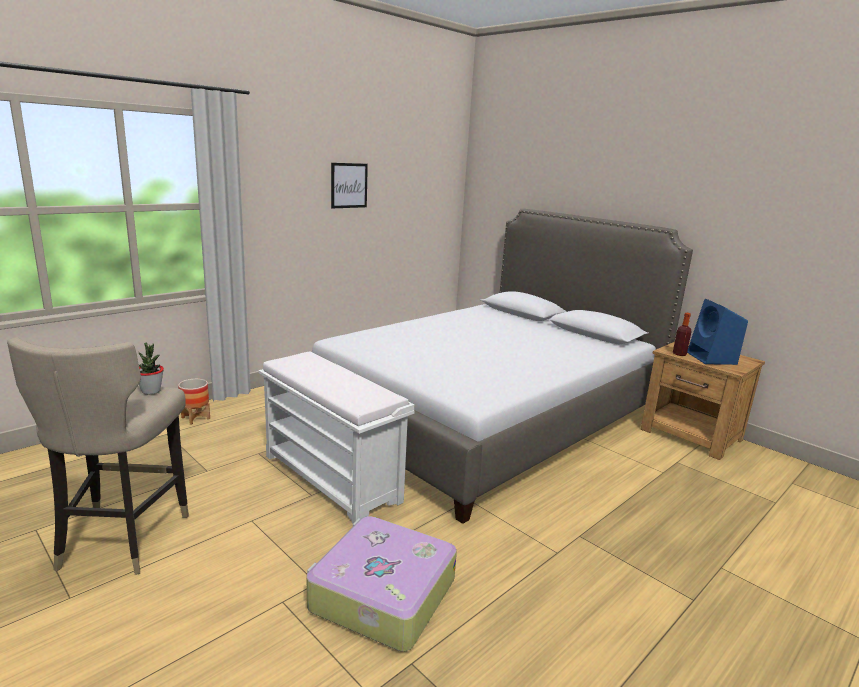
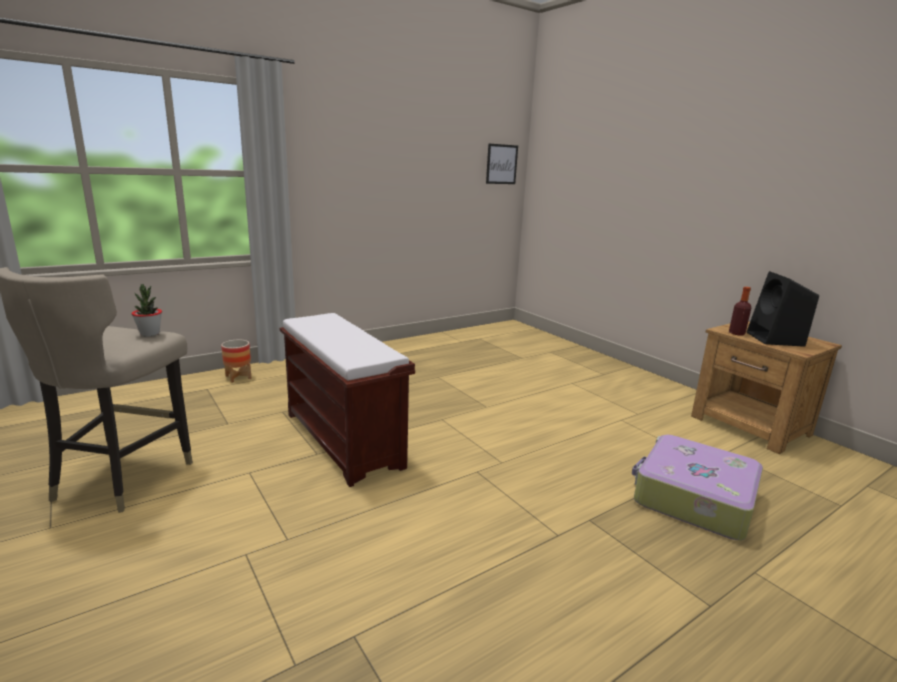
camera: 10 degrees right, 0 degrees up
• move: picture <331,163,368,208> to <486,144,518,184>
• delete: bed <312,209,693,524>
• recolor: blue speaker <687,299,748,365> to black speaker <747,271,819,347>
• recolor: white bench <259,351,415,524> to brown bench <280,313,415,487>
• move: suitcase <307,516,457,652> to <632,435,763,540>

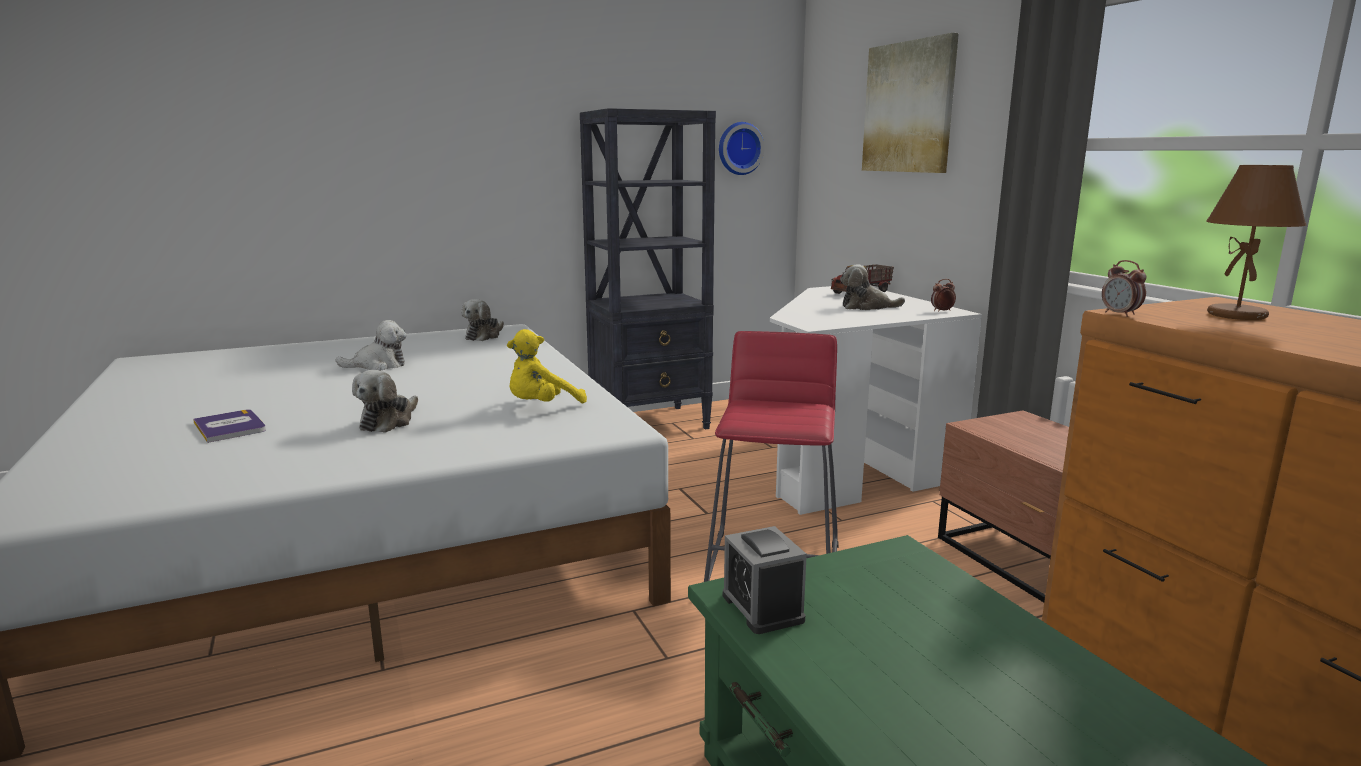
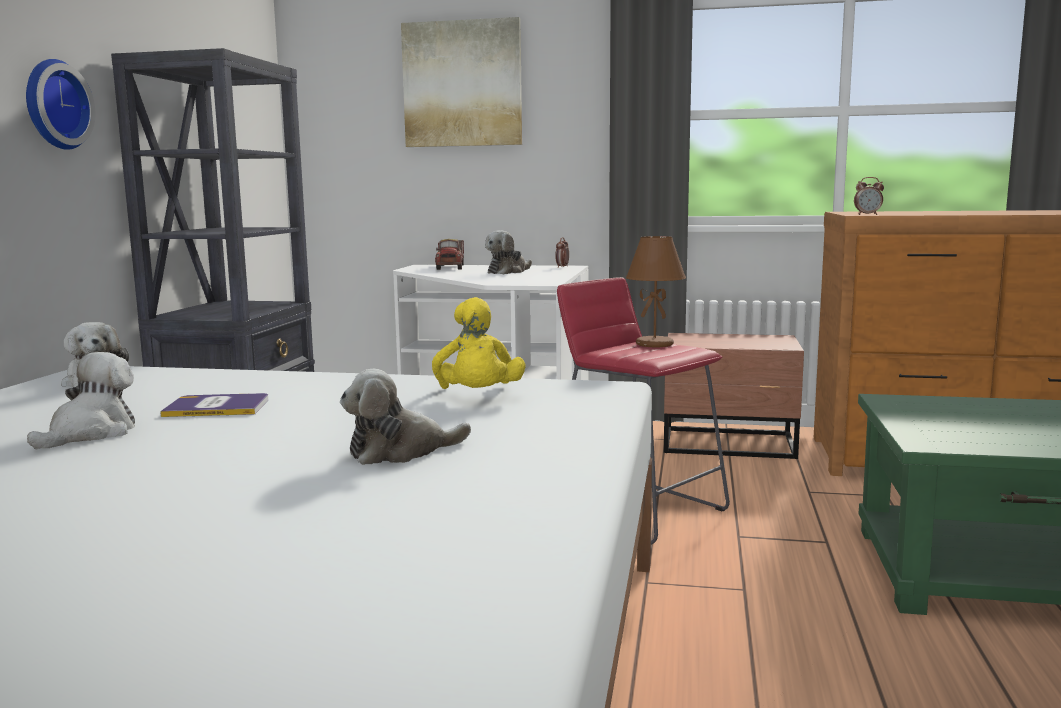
camera: 55 degrees left, 5 degrees down
• move: wall clock <719,122,764,175> to <26,59,95,150>
• move: brown table lamp <1206,165,1307,320> to <626,236,686,347>
• rotate: plush toy <352,370,418,433> = <340,369,471,465> 105 degrees clockwise
• move: book <193,410,266,443> to <160,393,268,417>
• delete: alarm clock <723,526,807,634>

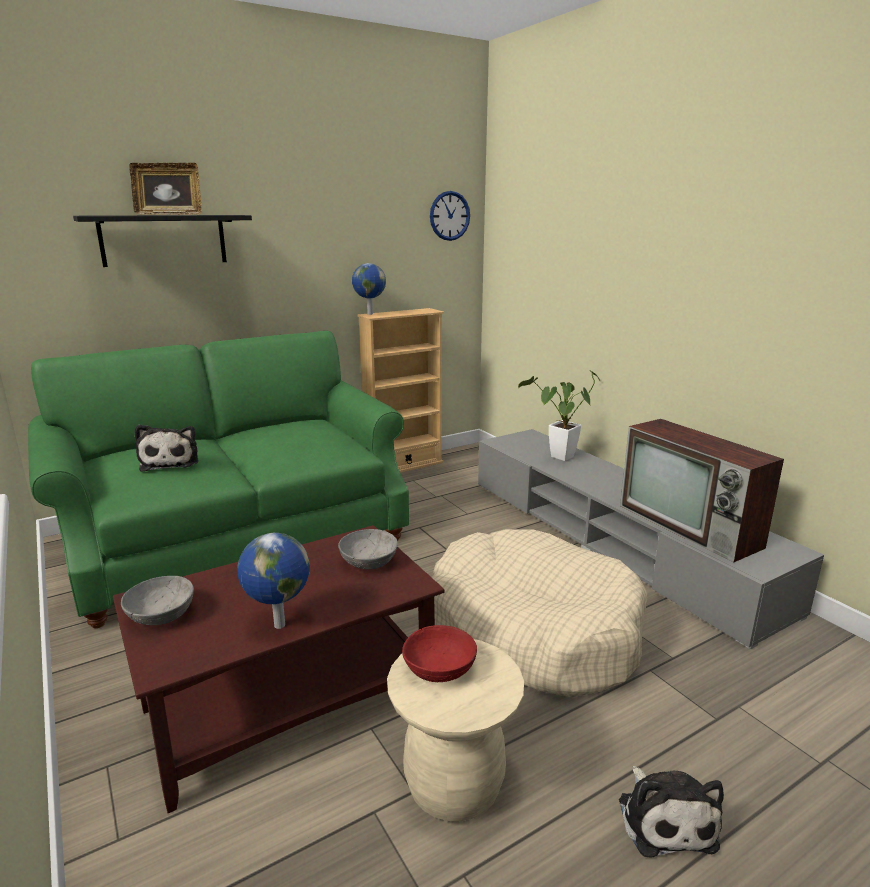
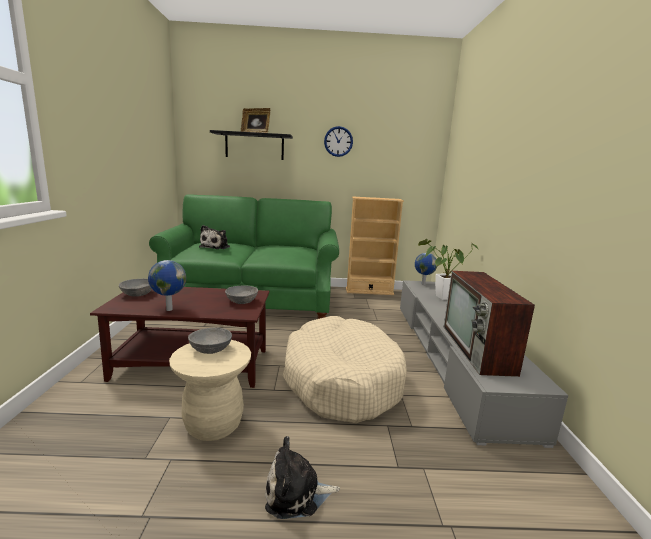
camera: 30 degrees right, 5 degrees down
• move: wall clock <430,191,470,241> to <324,126,353,157>
• move: globe <352,263,386,315> to <415,253,437,285>
• recolor: red bowl <402,625,477,682> to grey bowl <188,328,232,354>
• rotate: plush toy <619,766,724,857> = <265,436,340,519> 60 degrees clockwise

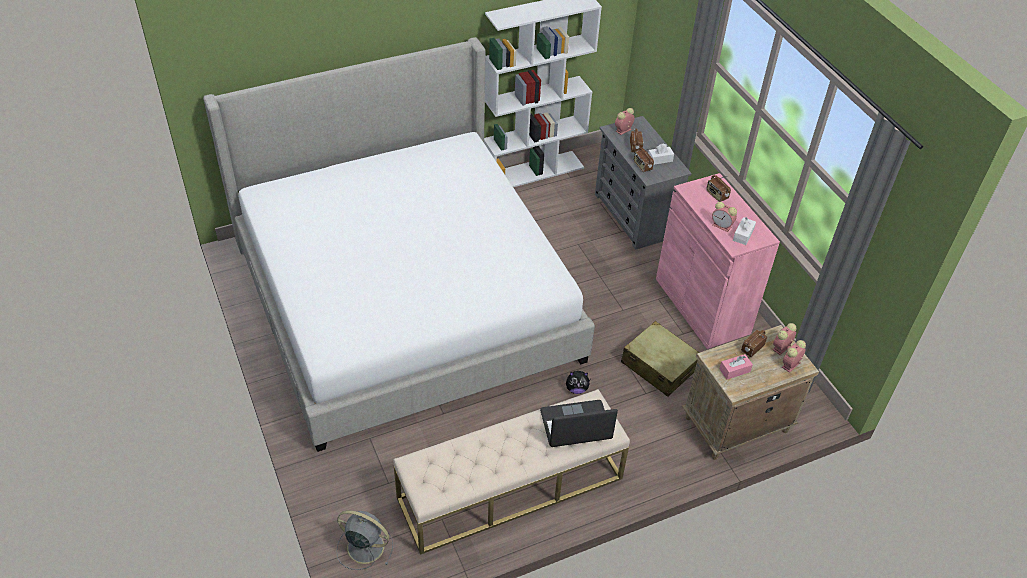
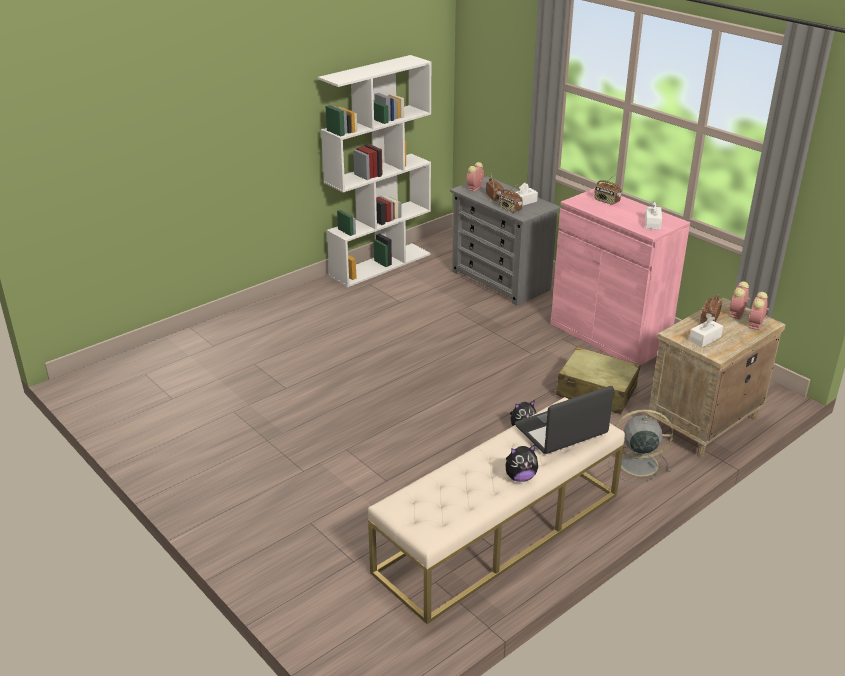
camera: 15 degrees left, 15 degrees down
• delete: bed <203,37,595,452>
• delete: alarm clock <712,202,737,232>
• recolor: pink tissue box <719,354,753,379> to white tissue box <689,316,723,347>
• move: grey fan <336,510,393,570> to <608,409,673,482>
• insert: plush toy <505,444,538,482>

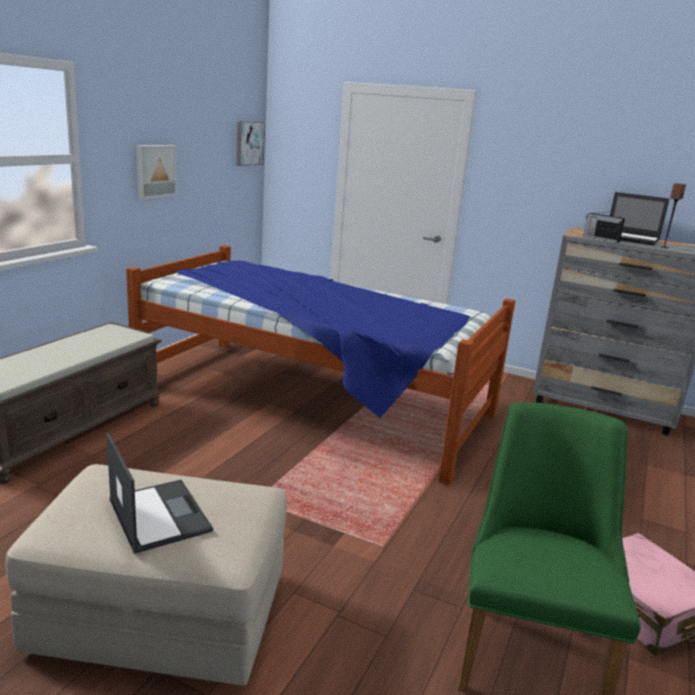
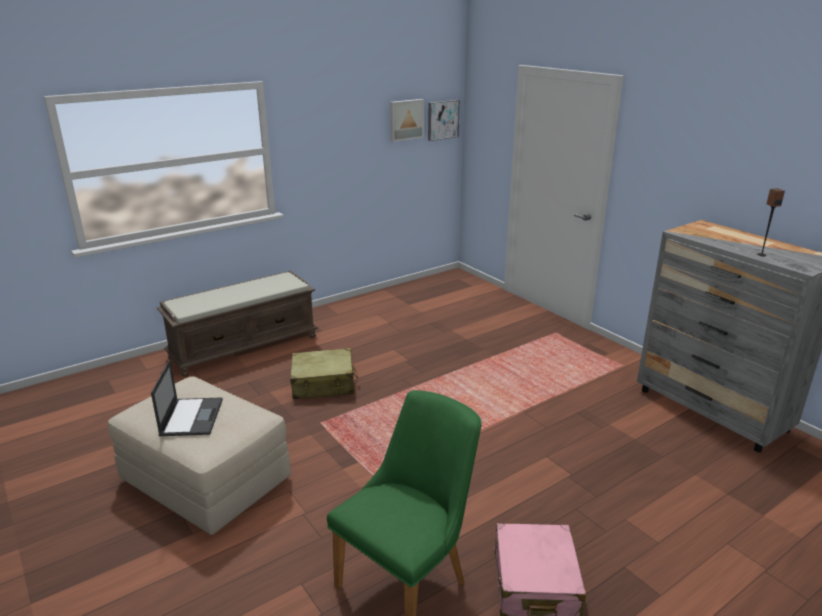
camera: 30 degrees right, 5 degrees up
• move: picture <136,145,177,199> to <390,99,424,142>
• delete: laptop <610,192,669,245>
• delete: radio <583,211,625,243>
• delete: bed <126,245,515,485>
• insert: beige suitcase <290,348,358,400>

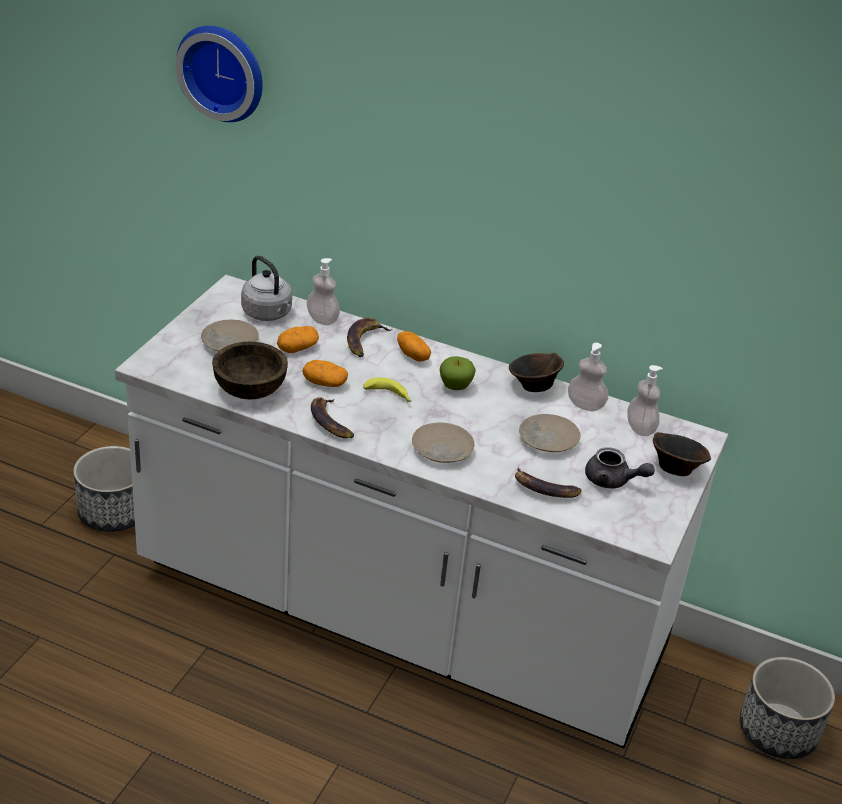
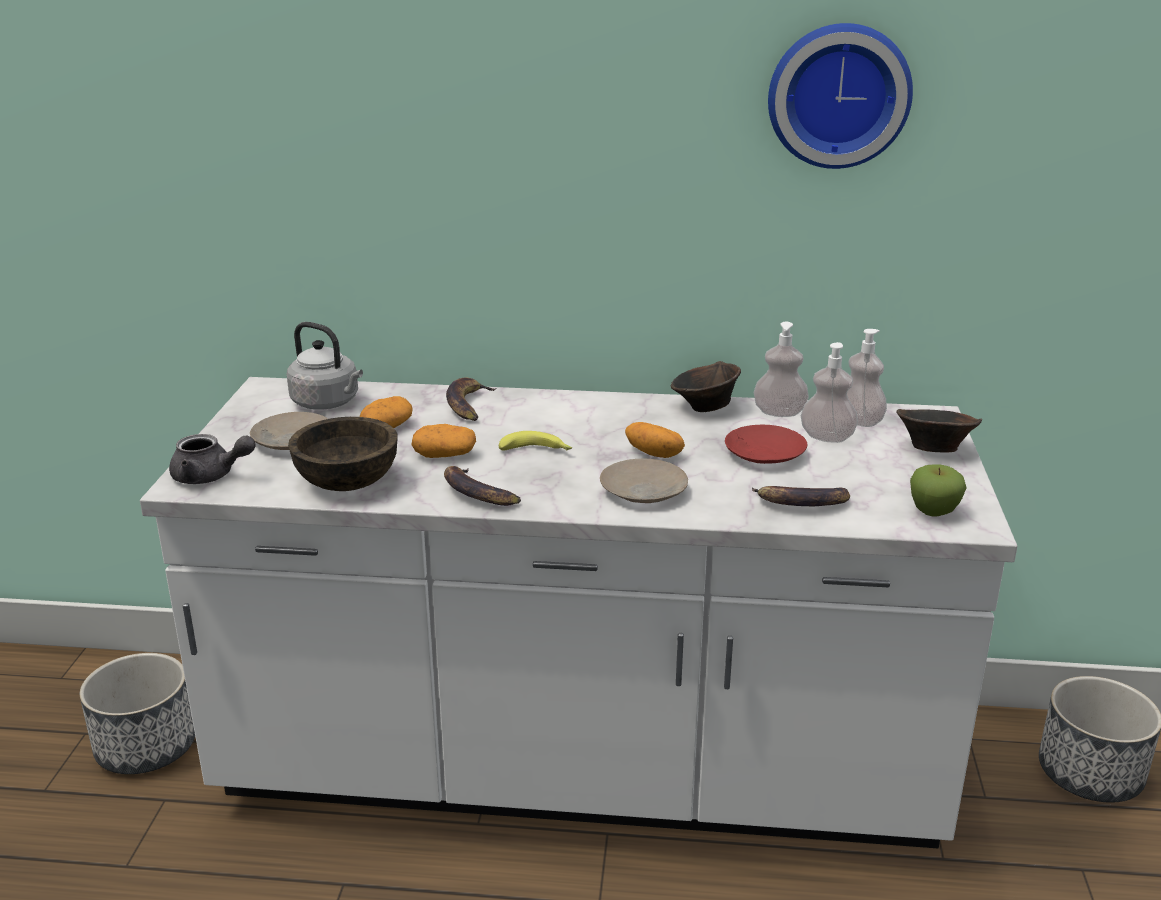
camera: 15 degrees left, 10 degrees down
• move: wall clock <176,26,263,122> to <768,23,913,169>
• move: soap dispenser <307,258,340,325> to <801,342,858,443>
• move: potato <397,331,431,362> to <625,422,685,458>
• move: apple <440,356,476,390> to <910,464,967,516>
• recolor: beige plate <519,414,581,452> to red plate <725,425,807,464>
• move: grey teapot <585,447,655,488> to <169,434,255,484>

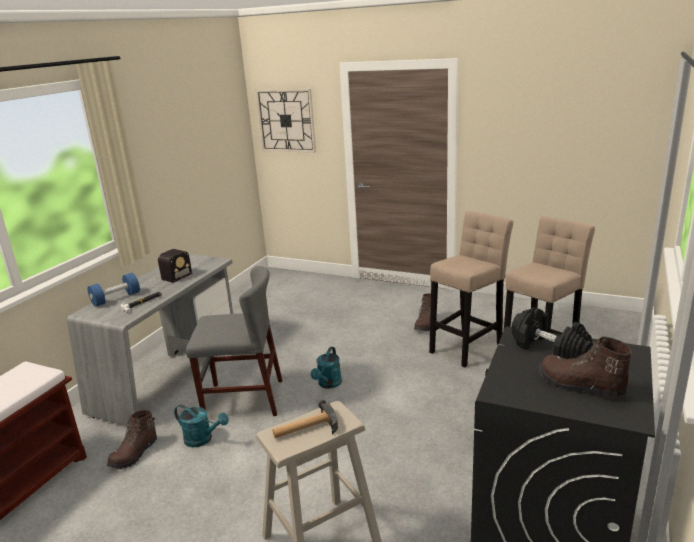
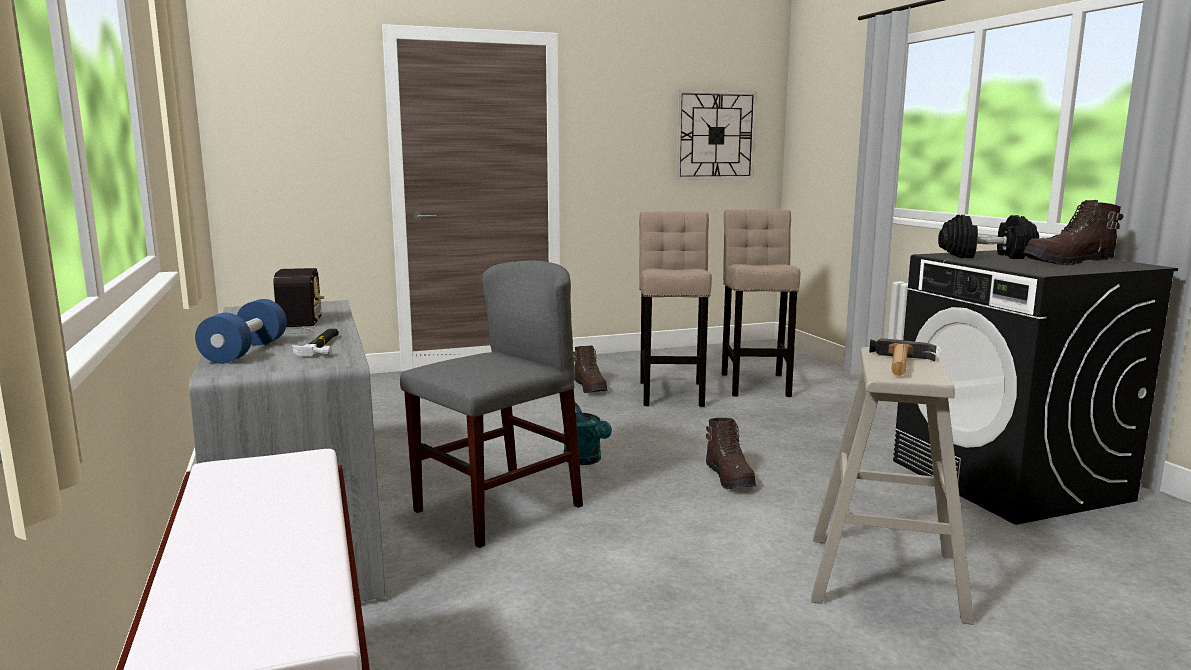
camera: 45 degrees left, 10 degrees down
• move: wall clock <256,89,316,153> to <676,90,757,180>
• delete: turquoise watering can <174,405,229,447>
• move: brown boot <107,410,157,469> to <706,418,756,489>

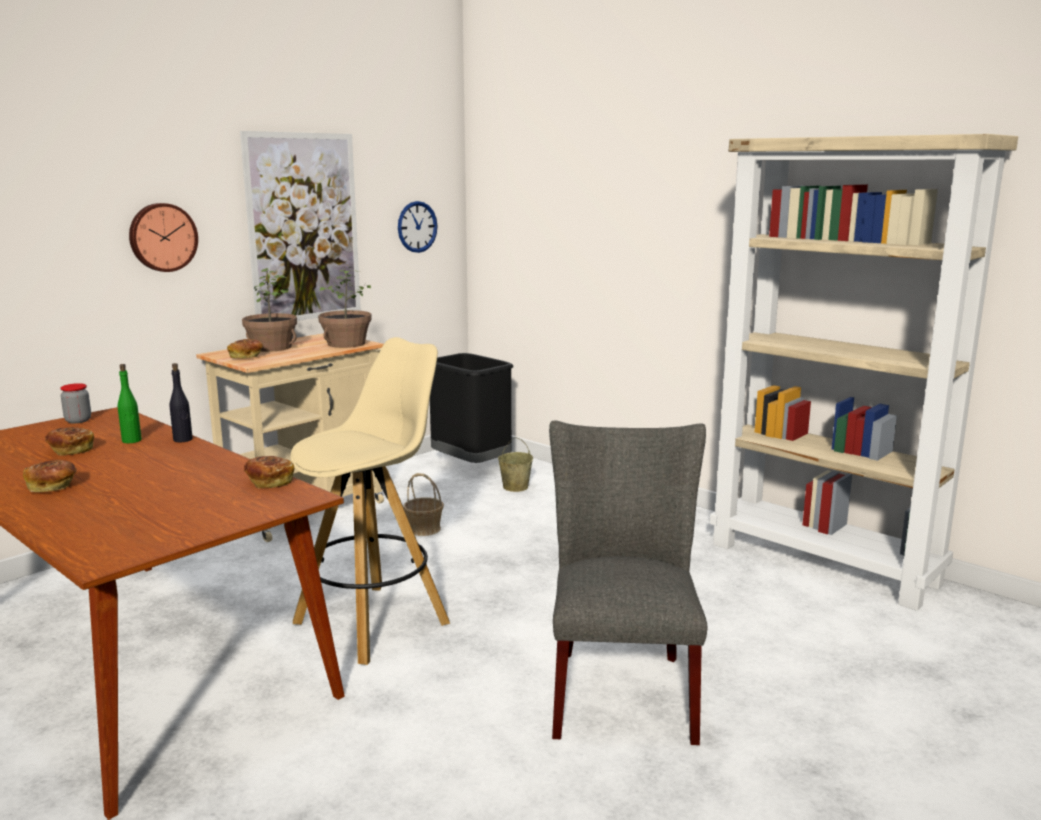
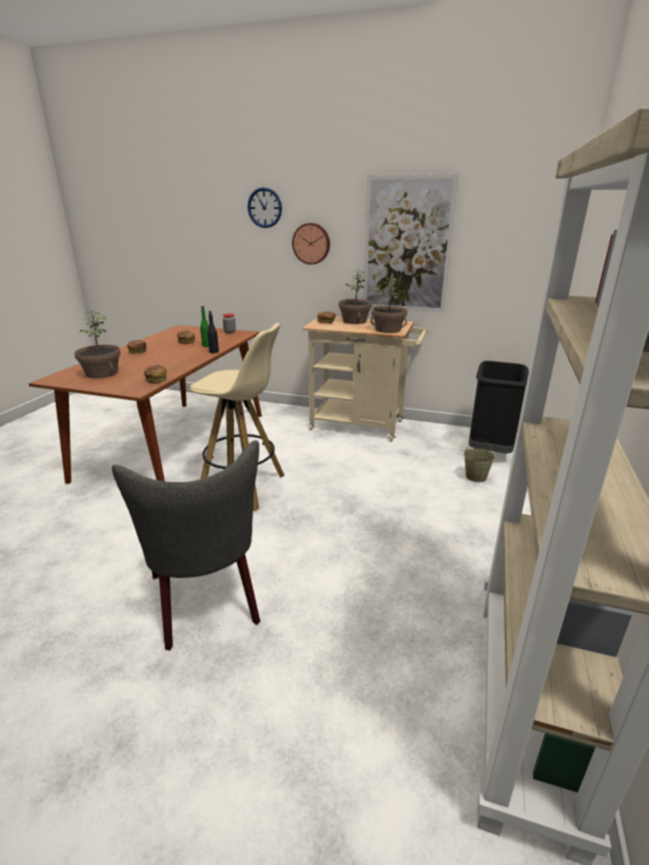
camera: 65 degrees right, 10 degrees up
• move: wall clock <398,201,437,253> to <248,187,282,228>
• rotate: grey chair <549,420,707,745> = <112,440,260,651> 90 degrees clockwise
• delete: basket <403,473,444,536>
• insert: potted plant <74,310,121,378>

